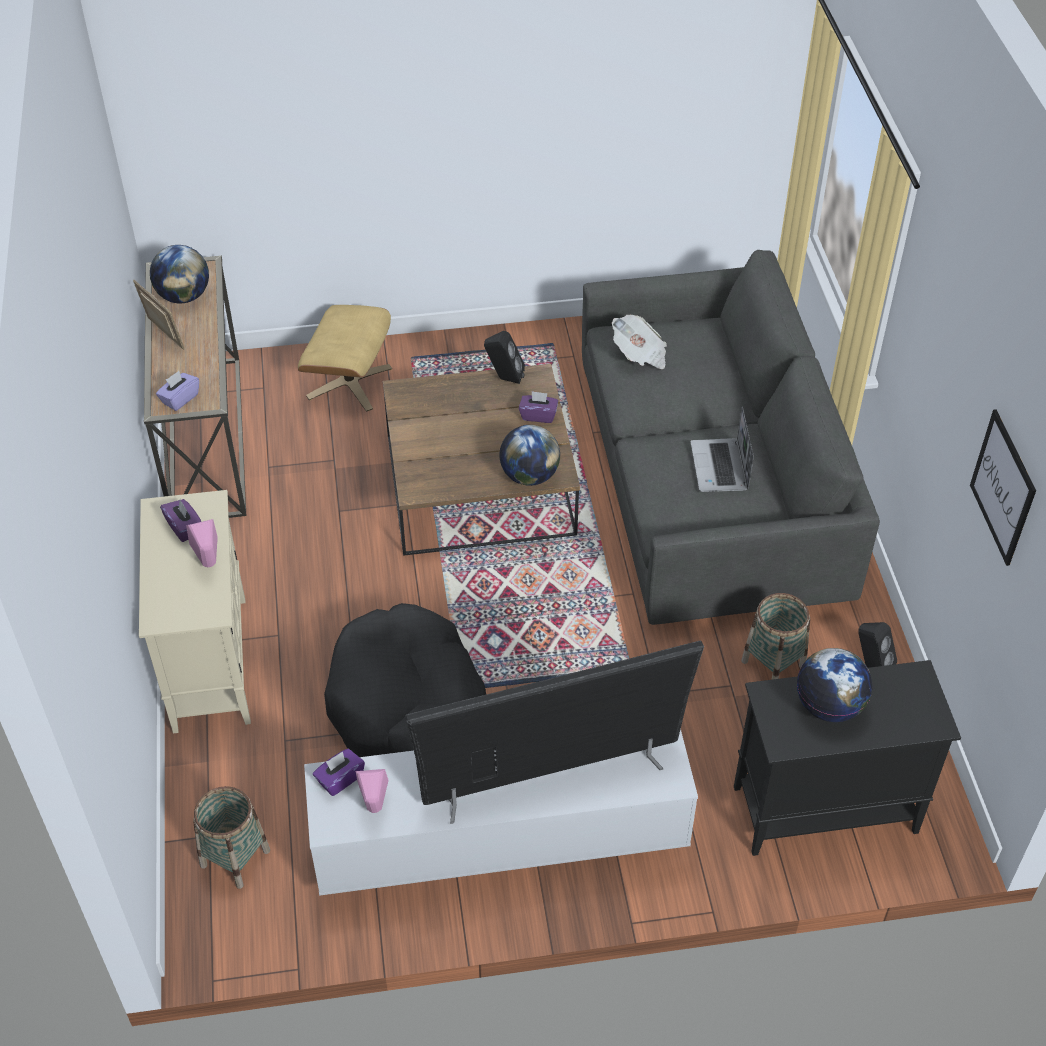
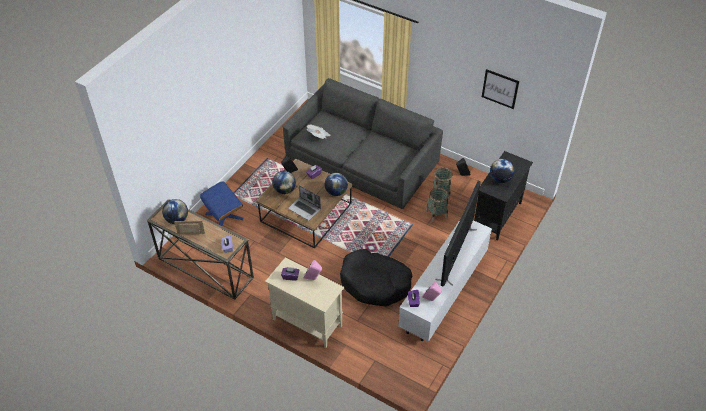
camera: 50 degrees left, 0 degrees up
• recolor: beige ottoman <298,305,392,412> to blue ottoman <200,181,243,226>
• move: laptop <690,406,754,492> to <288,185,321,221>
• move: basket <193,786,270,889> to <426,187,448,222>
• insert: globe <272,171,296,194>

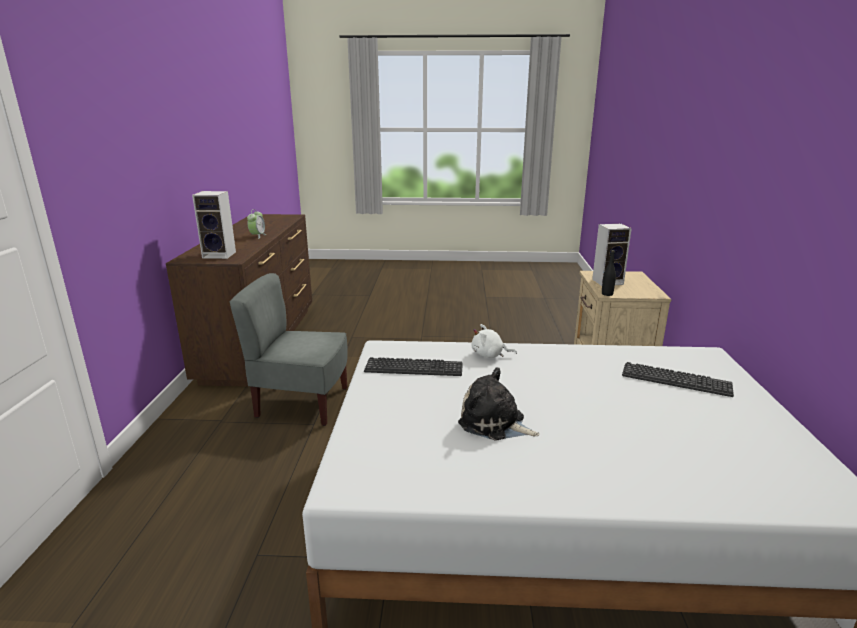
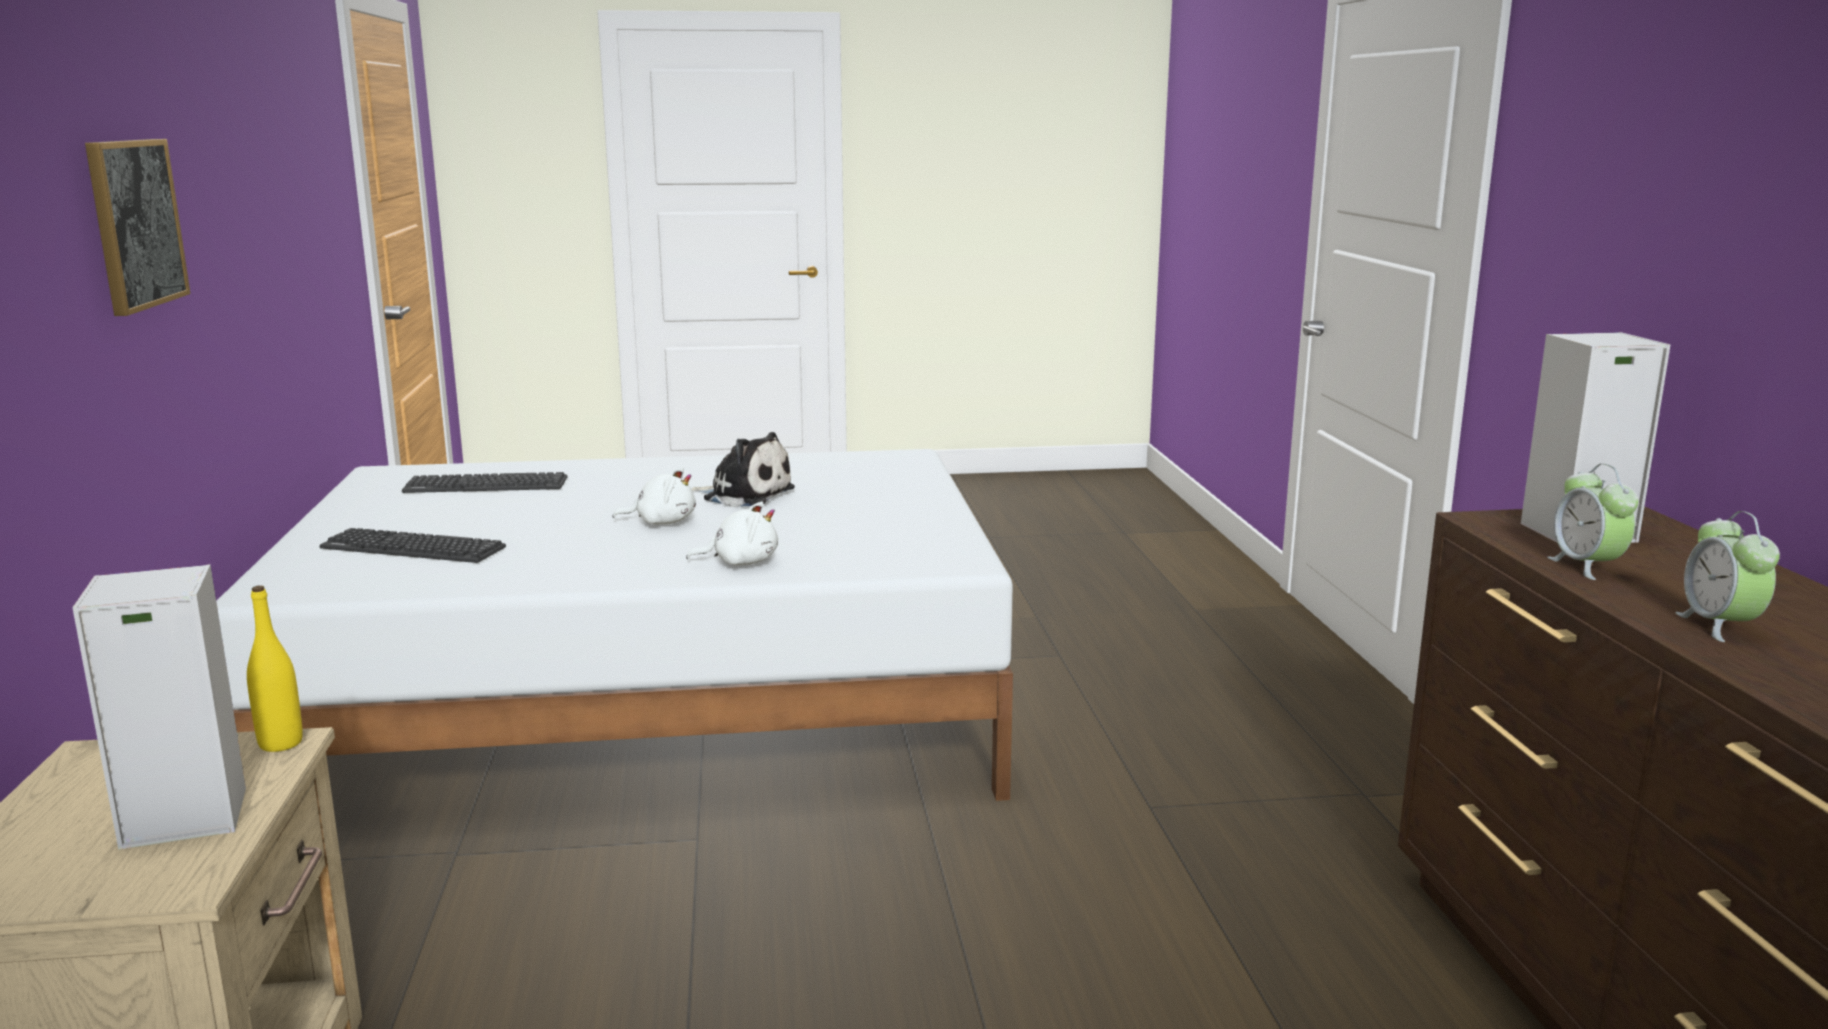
camera: 170 degrees right, 5 degrees down
• recolor: black bottle <602,250,616,296> to yellow bottle <247,585,303,752>
• delete: grey chair <230,273,348,426>
• move: keyboard <364,357,463,376> to <402,472,568,493>
• insert: picture <85,139,191,316>
• insert: alarm clock <1547,464,1638,580>
• insert: white plush toy <612,467,696,525>

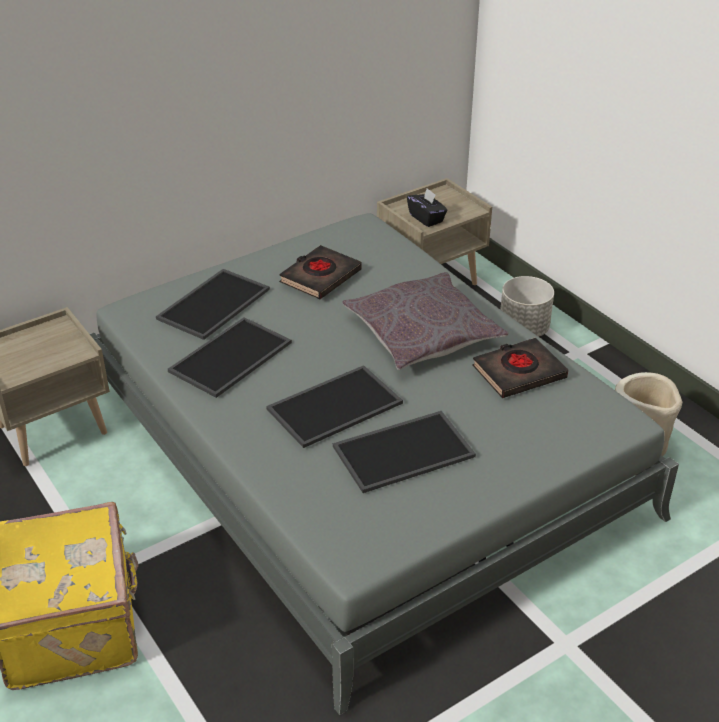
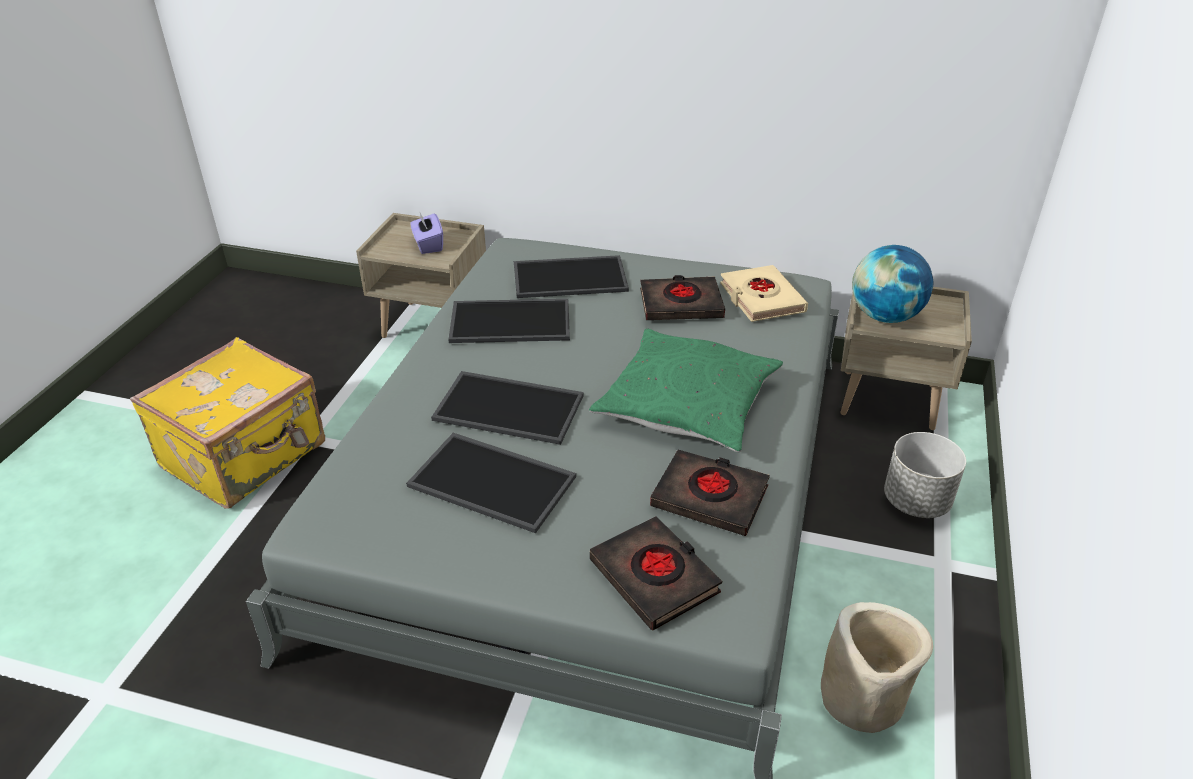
camera: 50 degrees right, 0 degrees up
• replace: black tissue box <407,188,448,227> to globe <852,245,933,323>
• recolor: grey pillow <342,272,508,370> to green pillow <589,329,783,453>
• insert: purple tissue box <411,213,443,254>
• insert: beige book <720,265,808,322>
• insert: black book <590,516,722,631>

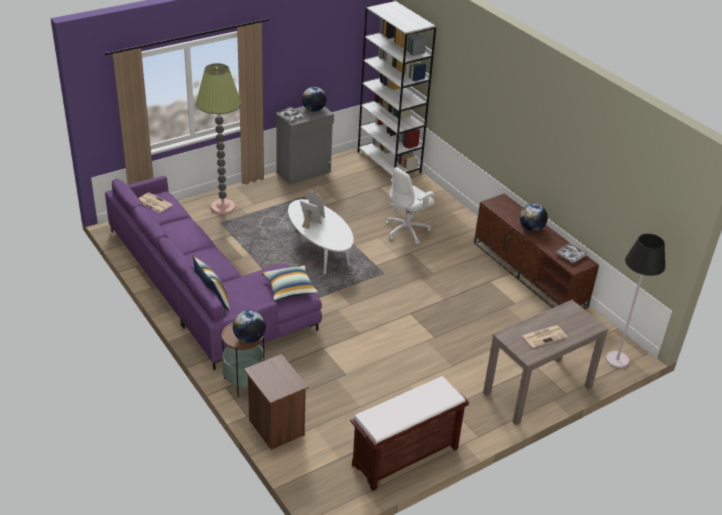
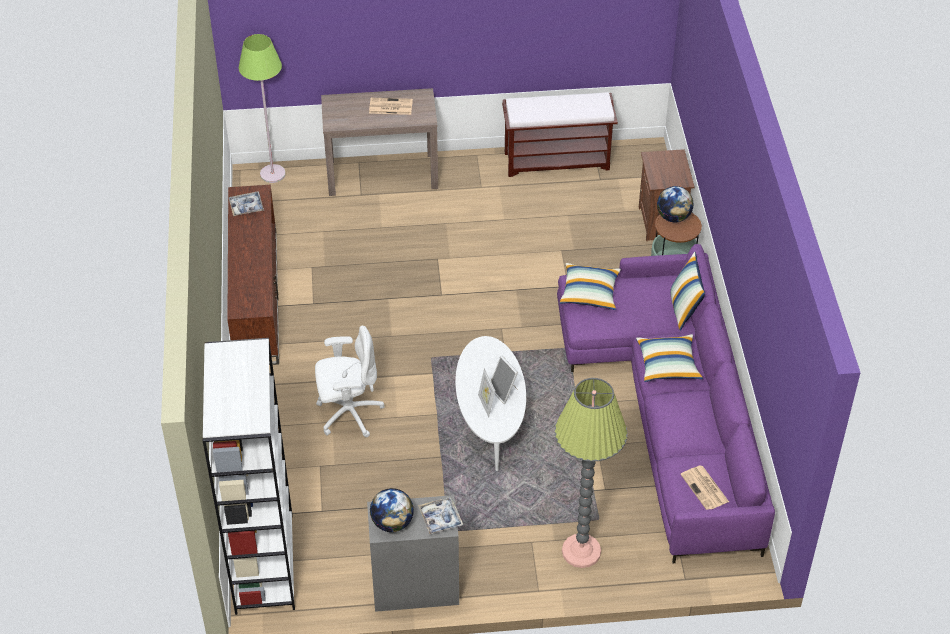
camera: 150 degrees left, 10 degrees up
• delete: globe <520,204,548,231>
• recolor: black floor lamp <606,234,665,368> to green floor lamp <238,34,286,183>
• insert: pillow <636,334,703,382>

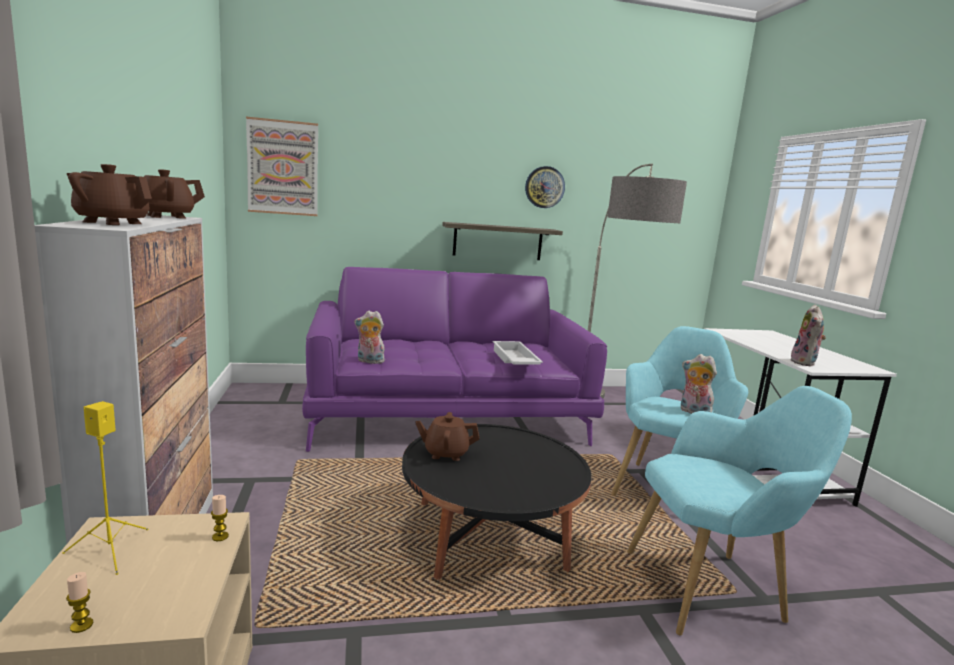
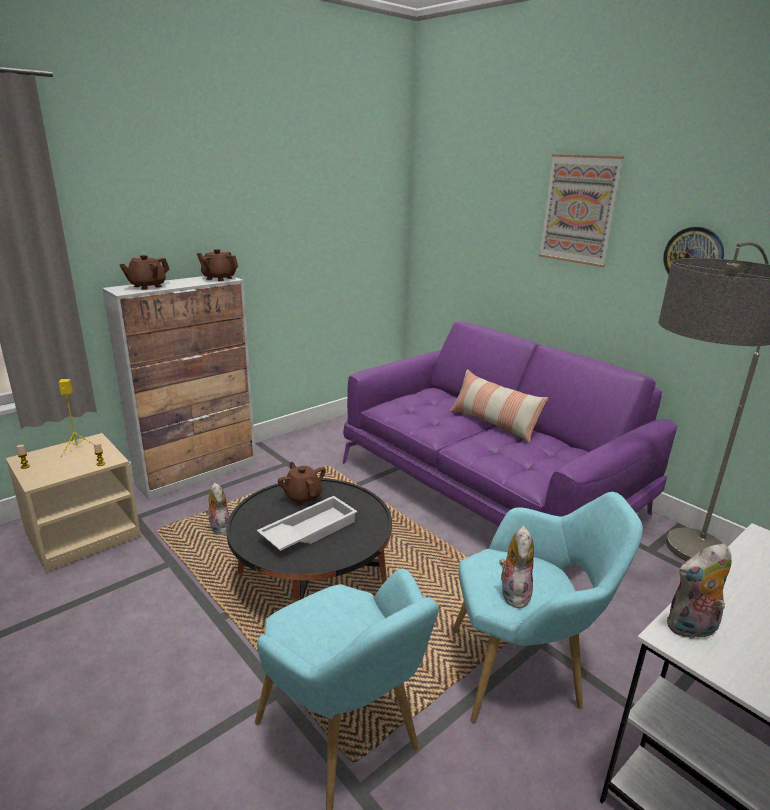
camera: 60 degrees right, 10 degrees up
• move: picture <246,116,318,216> to <539,154,624,267>
• rotate: brown teapot <67,164,152,225> = <119,255,169,290> 120 degrees counterclockwise
• delete: shelf <442,222,563,260>
• move: plush toy <354,311,385,364> to <205,483,230,535>
• move: white tray <493,341,543,365> to <257,496,357,551>
• insert: pillow <450,369,549,444>

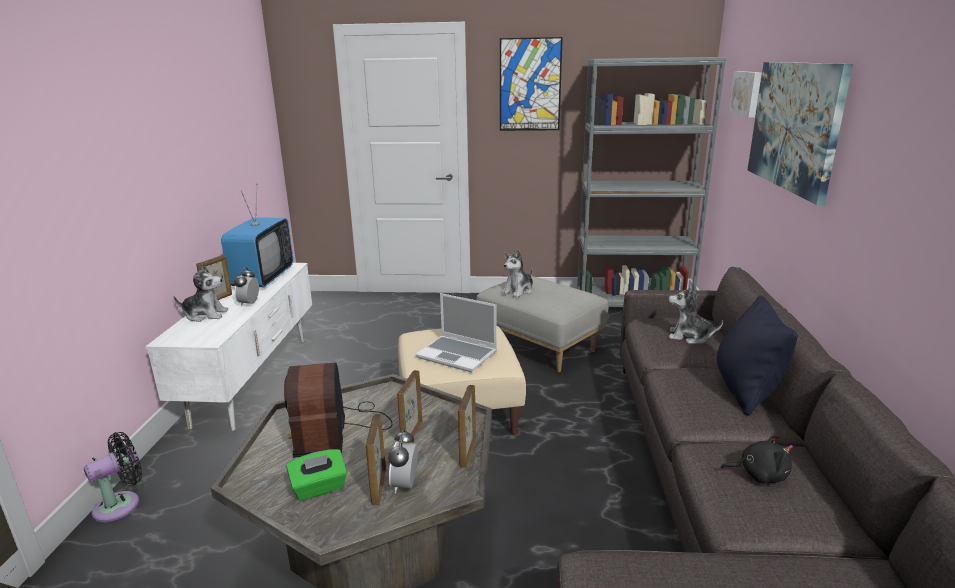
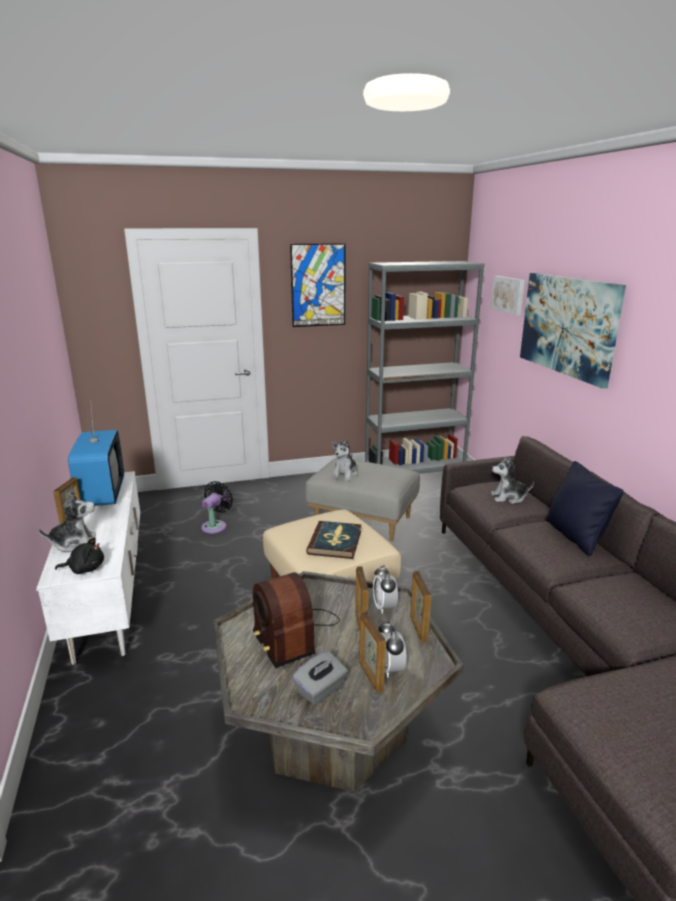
camera: 20 degrees left, 0 degrees up
• move: alarm clock <234,267,259,307> to <373,565,398,614>
• replace: laptop <416,293,497,372> to book <306,521,361,559>
• move: black fan <84,432,142,522> to <201,481,233,534>
• move: black plush toy <721,435,793,484> to <55,537,104,574>
• recolor: green tissue box <286,449,347,501> to grey tissue box <293,651,348,705>

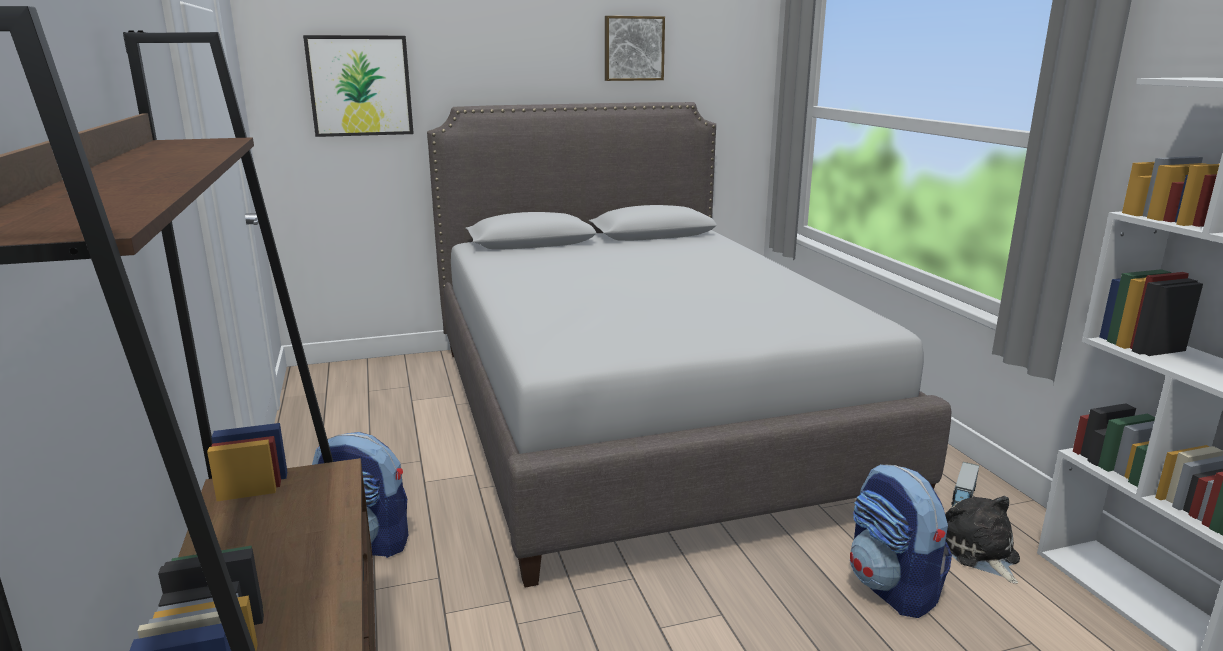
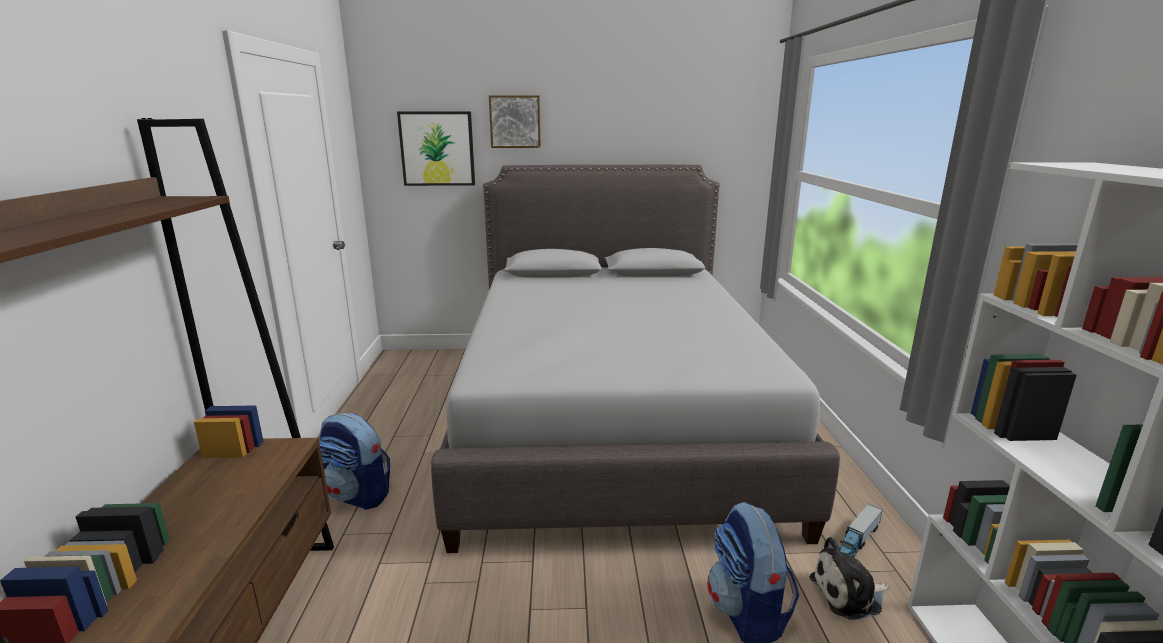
camera: 15 degrees right, 0 degrees up
• move: picture <605,16,665,81> to <489,95,541,148>
• rotate: plush toy <945,496,1020,584> = <809,537,889,620> 105 degrees counterclockwise

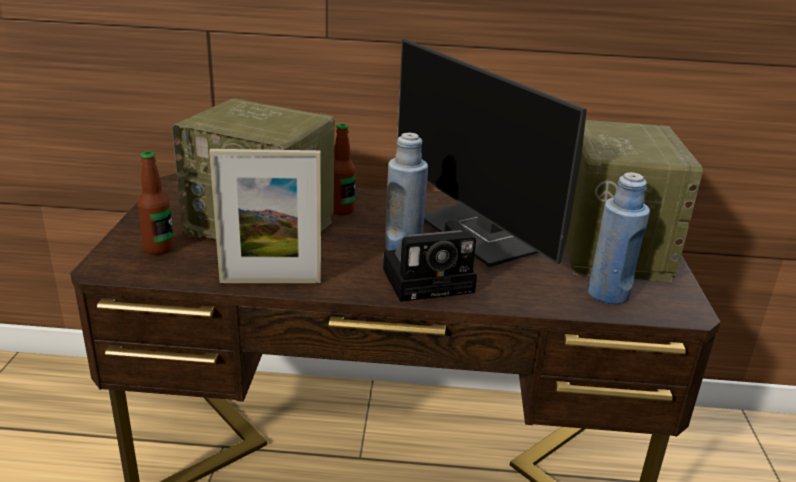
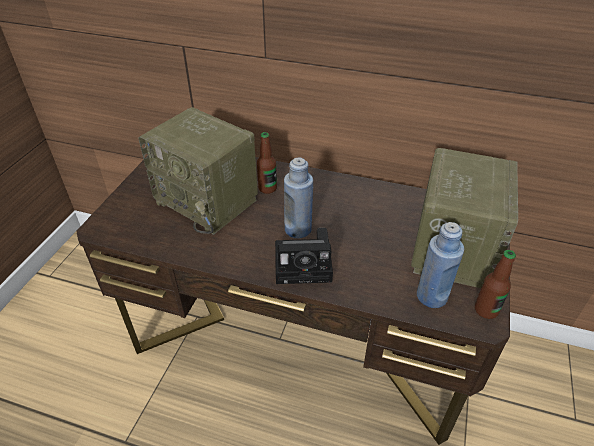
camera: 15 degrees right, 15 degrees up
• delete: monitor <397,39,587,267>
• delete: picture frame <209,149,321,283>
• move: bottle <138,151,174,255> to <475,250,516,319>

